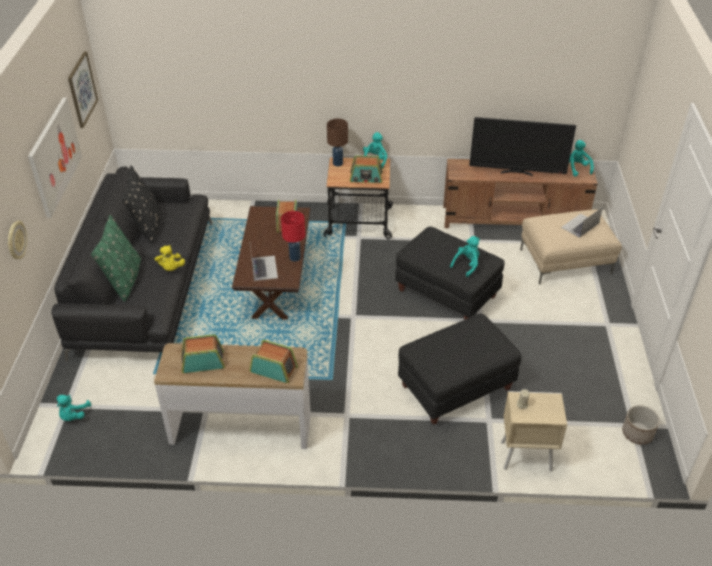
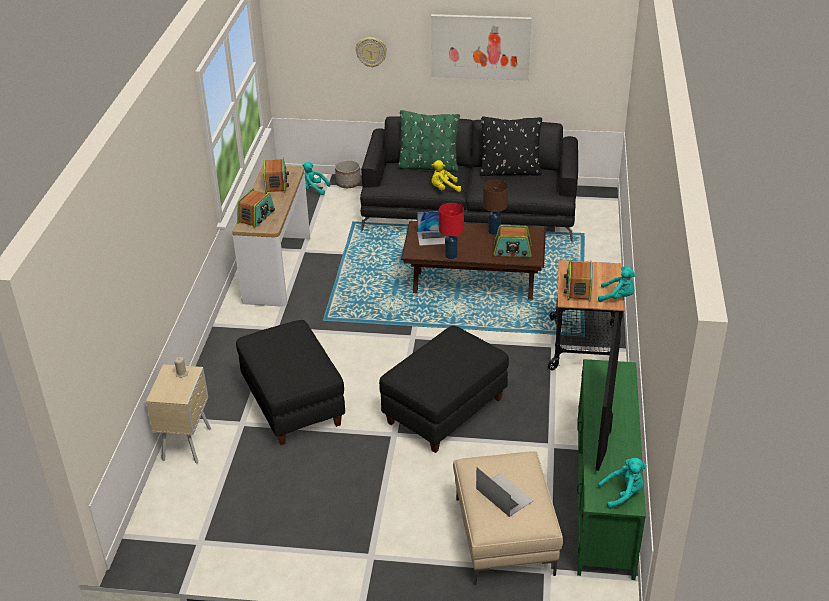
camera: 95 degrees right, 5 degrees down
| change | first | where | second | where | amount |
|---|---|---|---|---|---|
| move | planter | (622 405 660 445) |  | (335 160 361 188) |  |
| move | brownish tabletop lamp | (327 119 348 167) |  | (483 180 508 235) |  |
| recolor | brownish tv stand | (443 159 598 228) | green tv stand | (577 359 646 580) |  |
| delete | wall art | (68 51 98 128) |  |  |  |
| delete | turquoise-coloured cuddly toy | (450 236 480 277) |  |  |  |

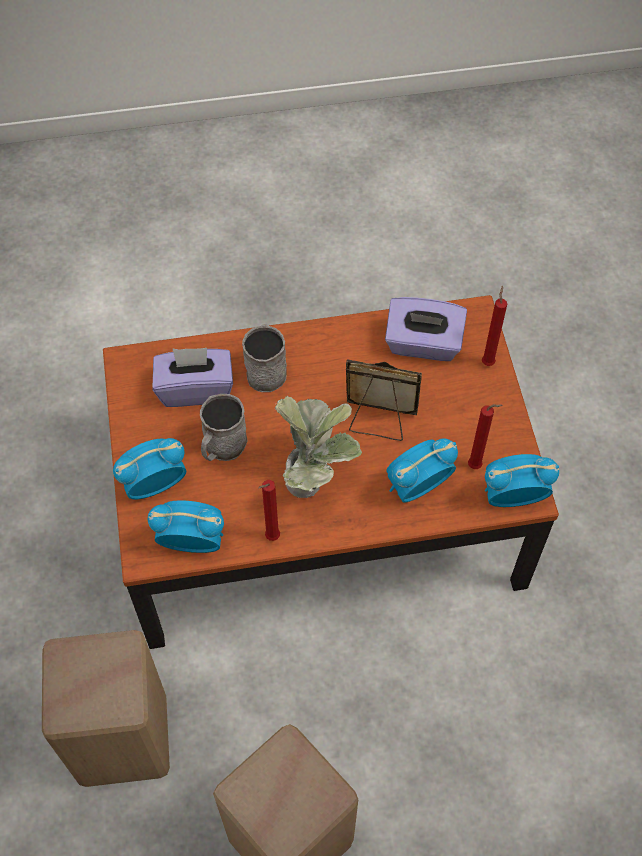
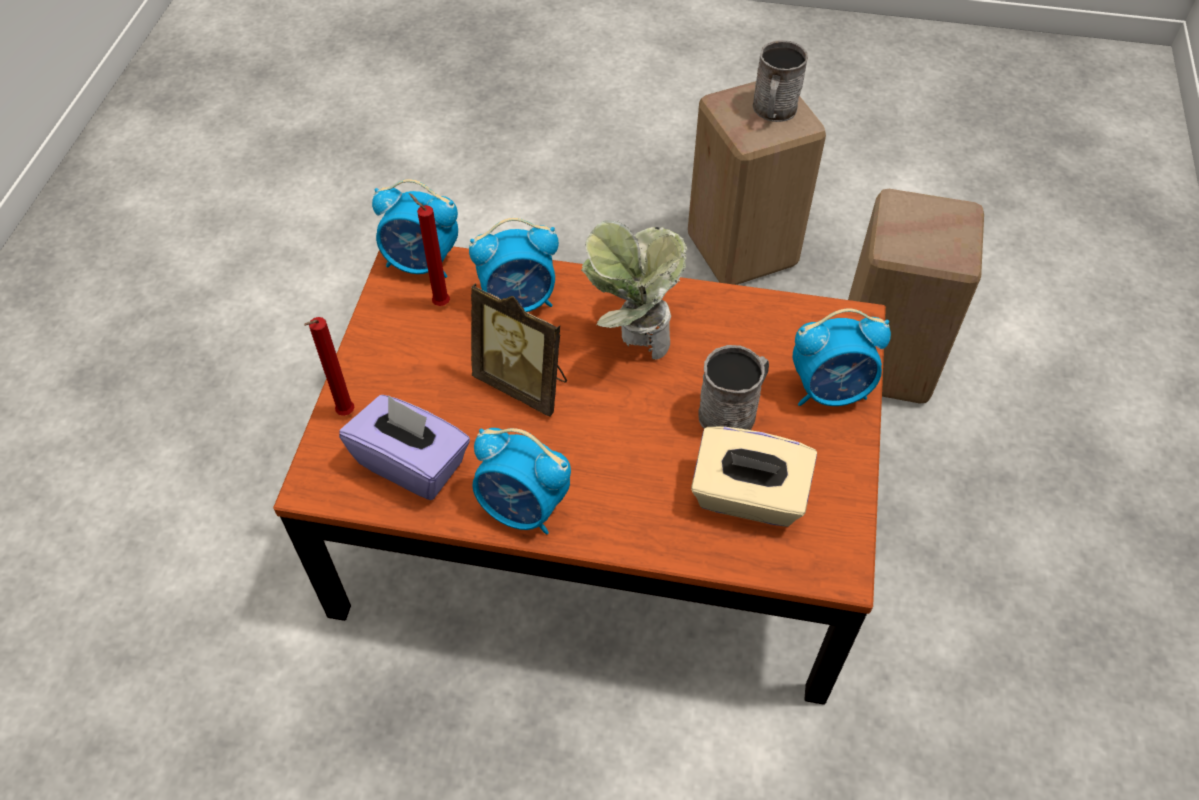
camera: 160 degrees left, 5 degrees down
| change | first | where | second | where | amount |
|---|---|---|---|---|---|
| move | alarm clock | (148 500 224 553) |  | (472 428 571 535) |  |
| recolor | purplish tissue box | (152 348 233 407) | beige tissue box | (691 426 817 527) |  |
| move | gray mug | (242 324 287 392) |  | (752 40 808 122) |  |
| delete | reddish candle | (258 480 280 541) |  |  |  |

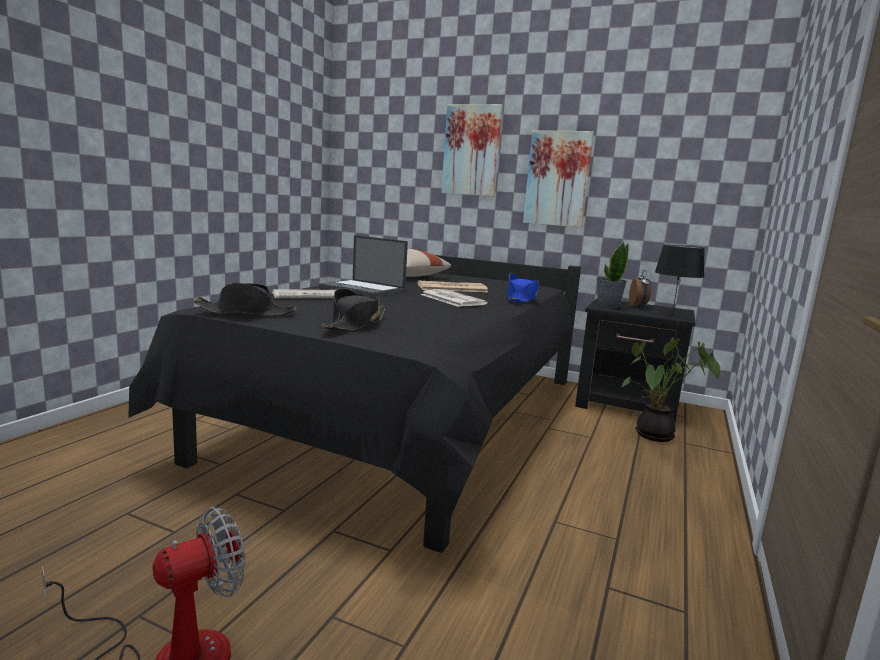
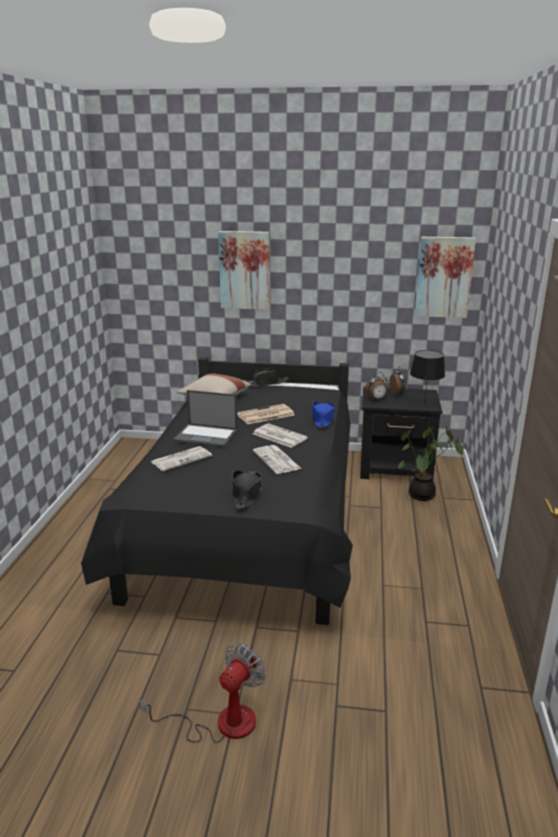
camera: 15 degrees left, 10 degrees up
| change | first | where | second | where | amount |
|---|---|---|---|---|---|
| move | blackish wearable hat | (193 283 296 316) |  | (243 369 289 387) |  |
| insert |  |  | daily paper | (253 445 302 474) |  |
| replace | potted plant | (596 241 629 308) | alarm clock | (365 372 388 401) |  |
| move | wall art | (523 130 594 227) |  | (415 237 476 318) |  |

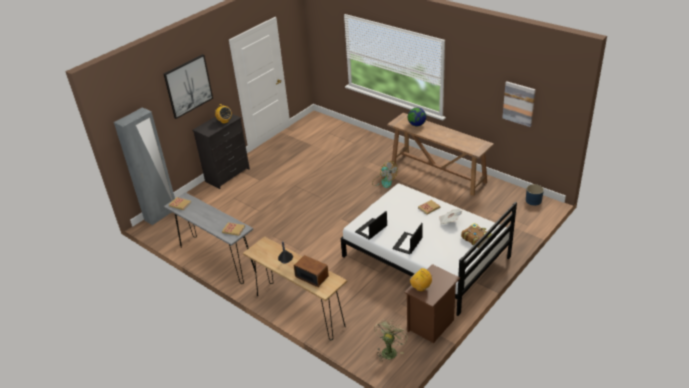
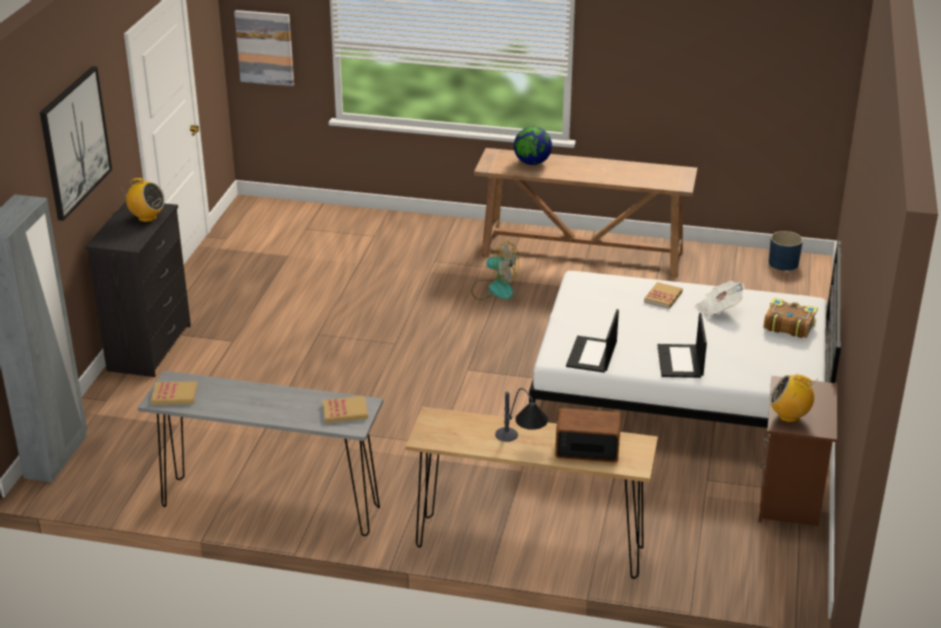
camera: 30 degrees left, 5 degrees down
| change | first | where | second | where | amount |
|---|---|---|---|---|---|
| move | wall art | (502 81 536 127) |  | (234 10 294 86) |  |
| delete | green fan | (374 319 407 359) |  |  |  |

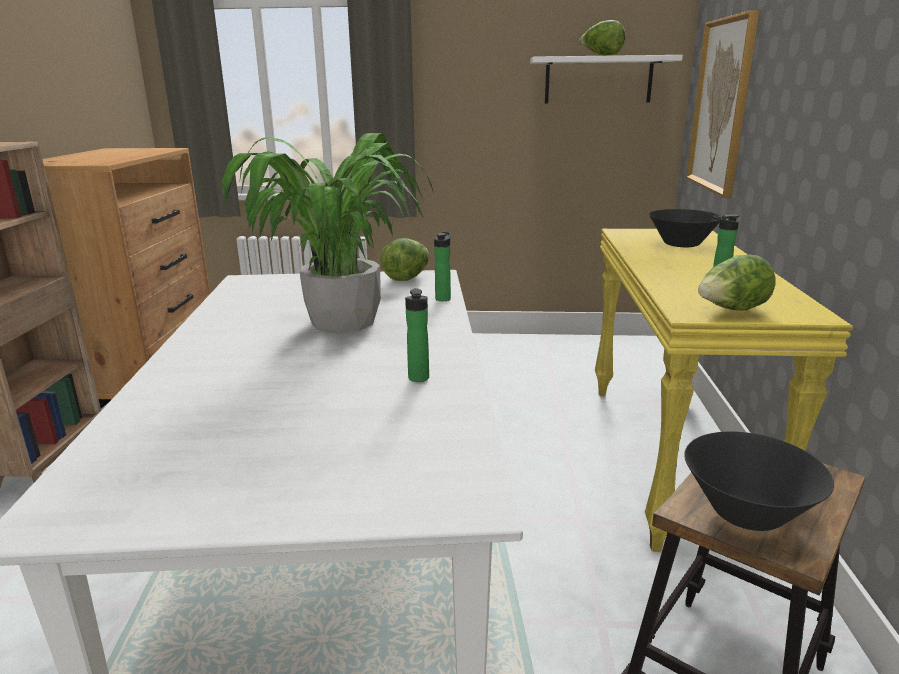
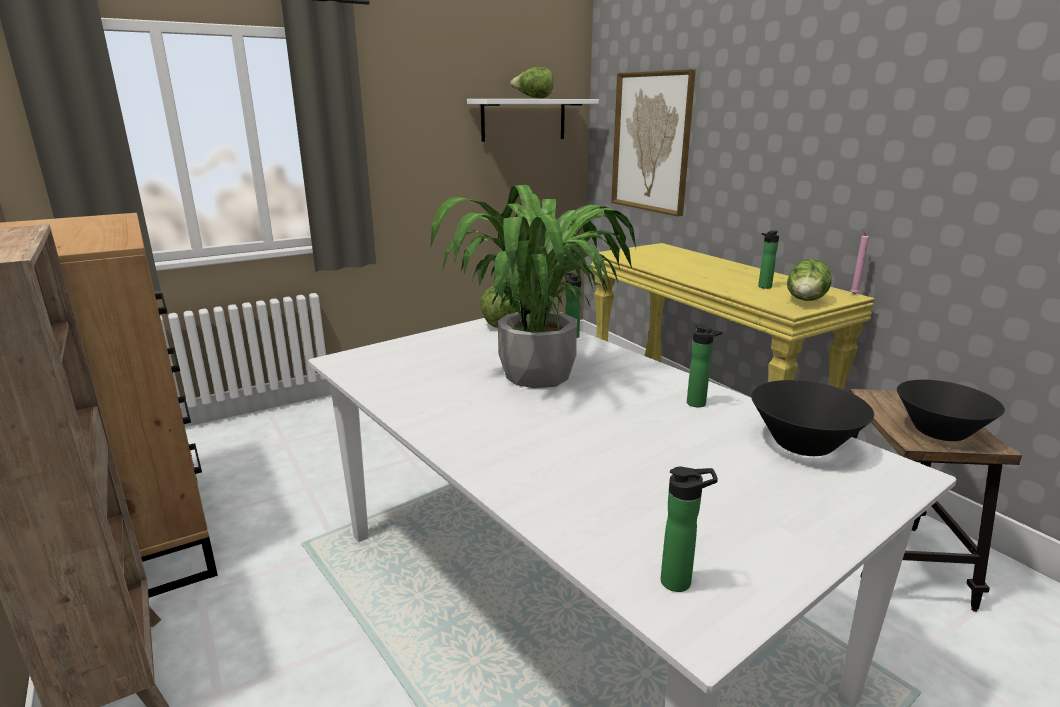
camera: 35 degrees left, 0 degrees up
| change | first | where | second | where | amount |
|---|---|---|---|---|---|
| insert |  |  | bottle | (661 467 718 592) |  |
| move | blackish deep dish | (649 209 722 247) |  | (751 380 874 456) |  |
| insert |  |  | pink candle | (851 229 869 295) |  |

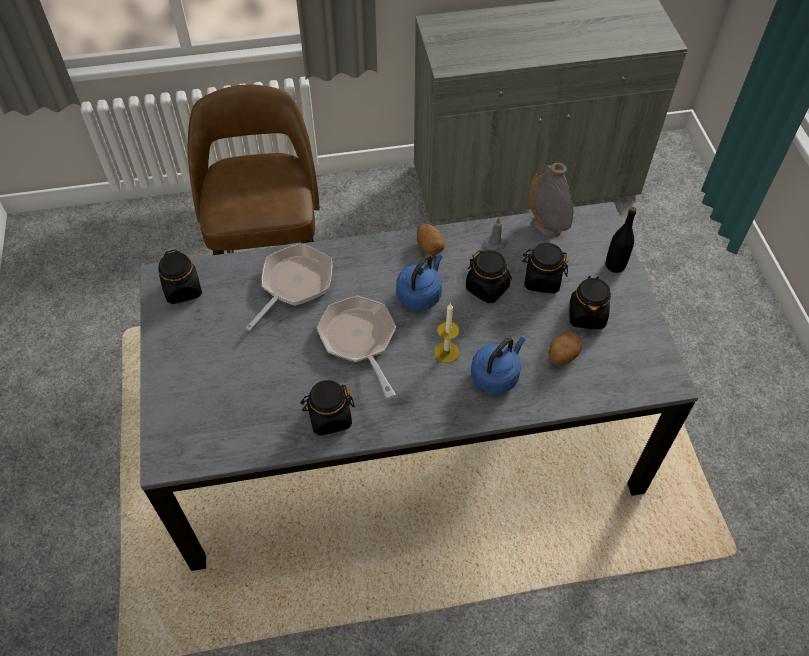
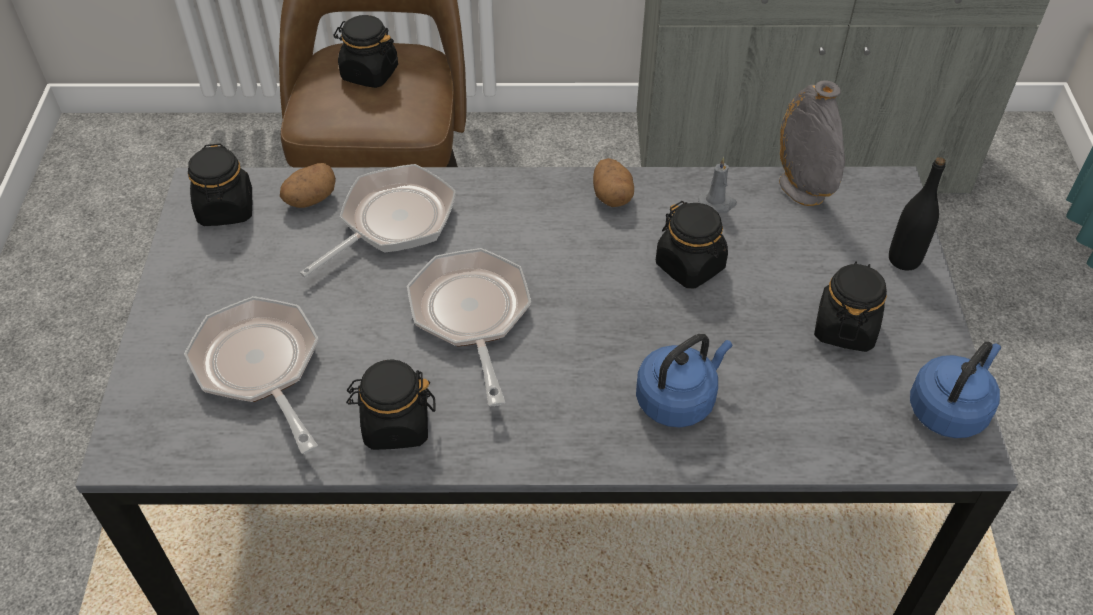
camera: 10 degrees right, 5 degrees down
| change | first | where | second | where | amount |
|---|---|---|---|---|---|
| insert |  |  | pan | (184 296 318 454) |  |
| move | potato | (549 331 582 365) |  | (280 163 336 208) |  |
| move | blackish jar | (522 243 569 294) |  | (333 15 398 88) |  |
| move | blue-coloured water kettle | (396 254 442 310) |  | (910 341 1001 438) |  |
| delete | candle | (434 304 459 363) |  |  |  |

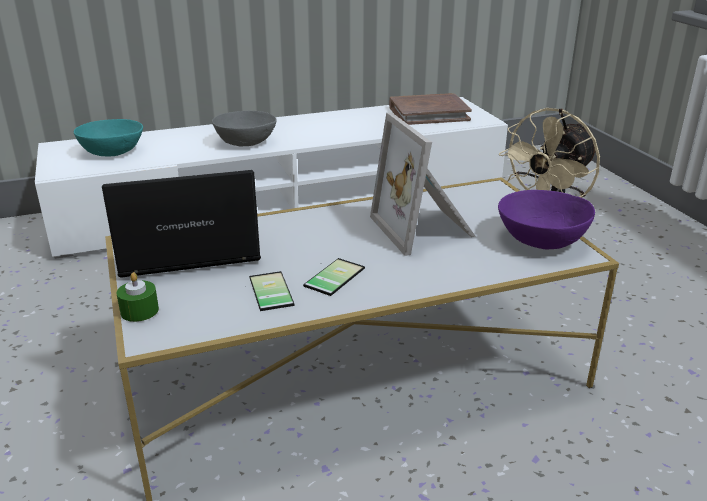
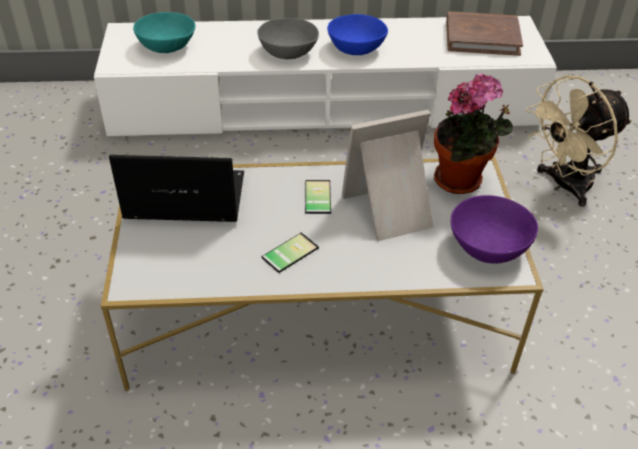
camera: 15 degrees right, 15 degrees up
| change | first | where | second | where | amount |
|---|---|---|---|---|---|
| move | telephone | (245 271 295 311) |  | (305 180 331 214) |  |
| insert |  |  | blue-coloured deep dish | (327 14 388 55) |  |
| rotate | photo frame | (370 112 476 256) |  | (342 110 434 241) | 75 degrees clockwise |
| insert |  |  | potted plant | (434 73 513 194) |  |
| delete | green candle | (117 272 159 322) |  |  |  |

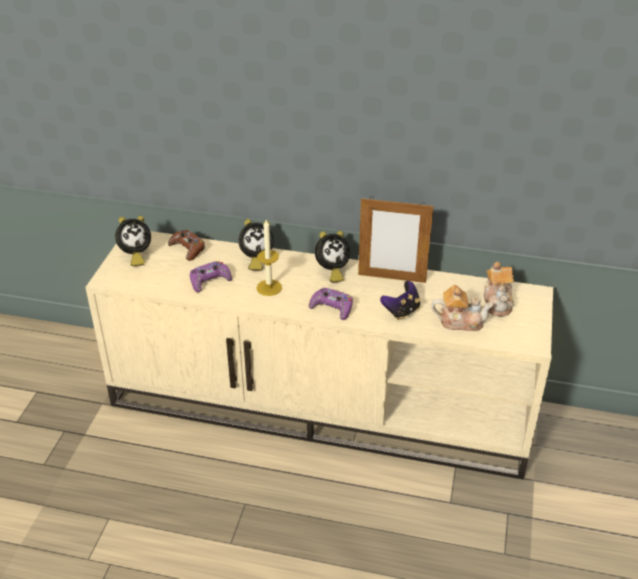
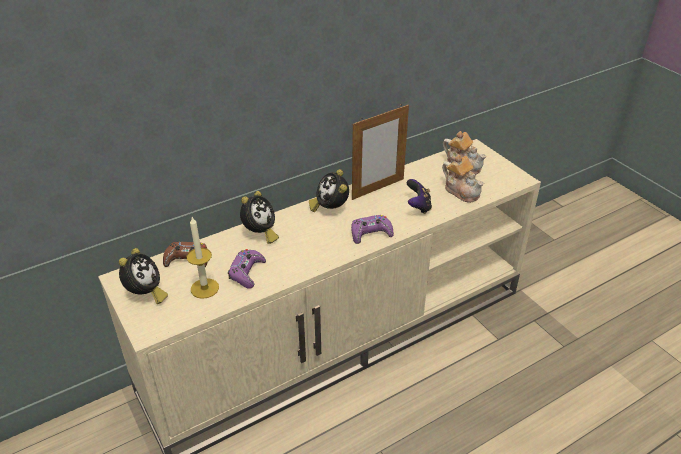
camera: 45 degrees left, 0 degrees up
| change | first | where | second | where | amount |
|---|---|---|---|---|---|
| move | candle | (256 220 282 296) |  | (187 217 219 299) |  |
| rotate | alarm clock | (315 231 350 282) |  | (309 169 349 212) | 150 degrees clockwise |
| rotate | tea pot | (431 285 494 331) |  | (442 155 484 203) | 90 degrees clockwise |

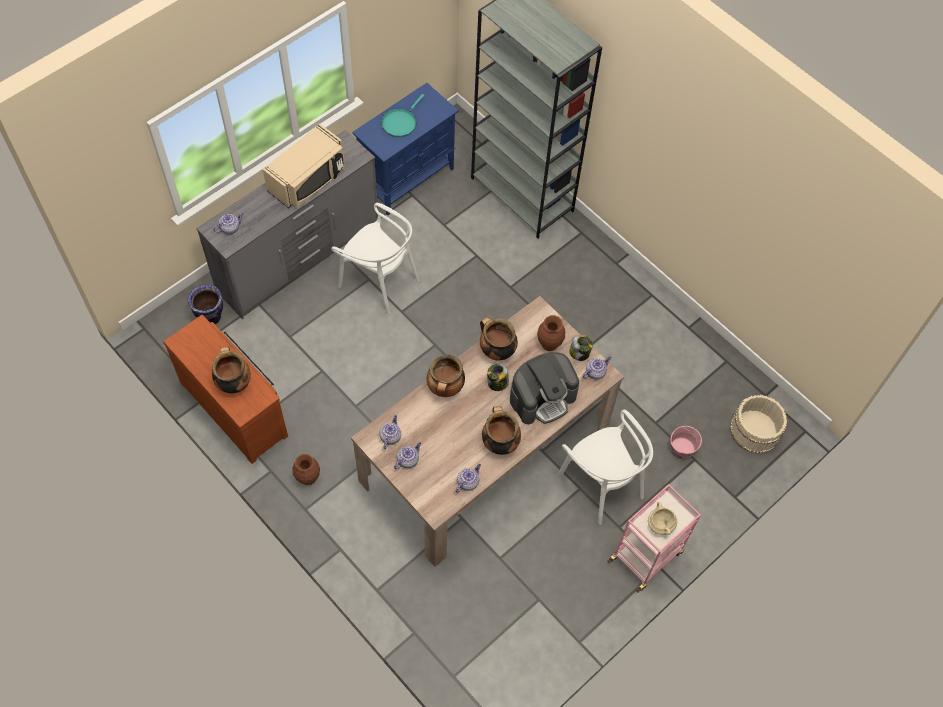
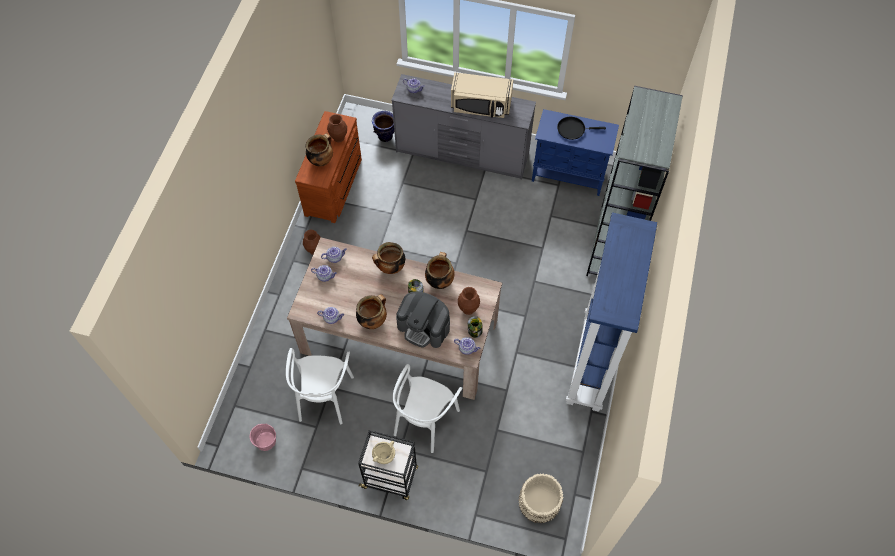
camera: 60 degrees right, 0 degrees up
| change | first | where | second | where | amount |
|---|---|---|---|---|---|
| move | pink water bucket | (670 426 702 460) |  | (250 424 276 451) |  |
| move | whitish plain chair | (331 203 420 314) |  | (286 348 354 424) |  |
| insert |  |  | brownish flower vase | (327 114 347 142) |  |
| recolor | pink cart | (607 484 701 593) | blackish cart | (358 430 418 500) |  |
| recolor | turquoise-coloured pan | (381 94 425 137) | blackish pan | (557 117 606 140) |  |
| insert |  |  | blue-coloured bookshelf | (565 212 657 412) |  |

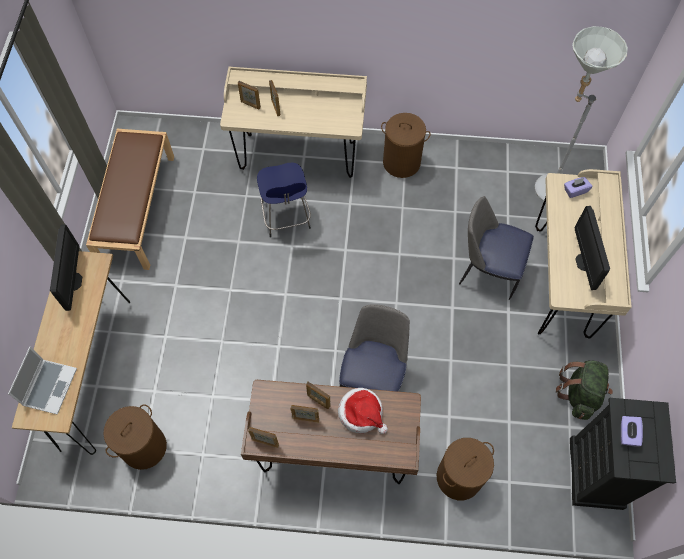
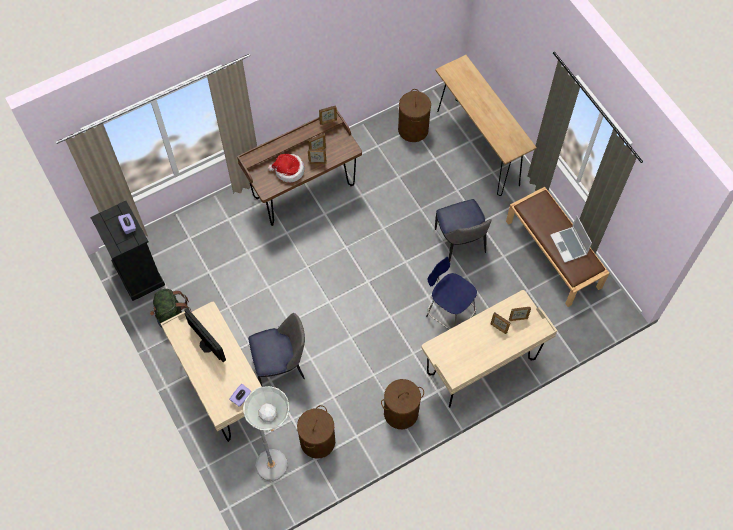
camera: 145 degrees right, 0 degrees up
| change | first | where | second | where | amount |
|---|---|---|---|---|---|
| move | brownish hamper | (437 438 494 500) |  | (297 405 335 459) |  |
| move | plain chair | (339 304 410 392) |  | (435 199 492 262) |  |
| move | laptop | (8 347 77 415) |  | (550 215 592 263) |  |
| delete | computer display | (50 225 82 311) |  |  |  |

